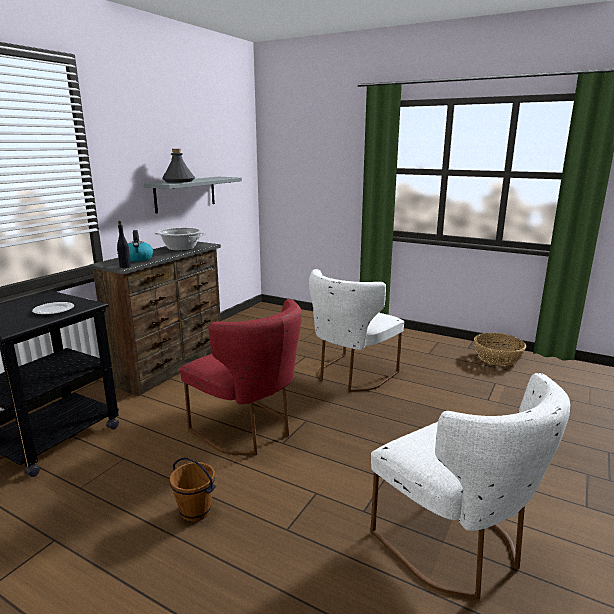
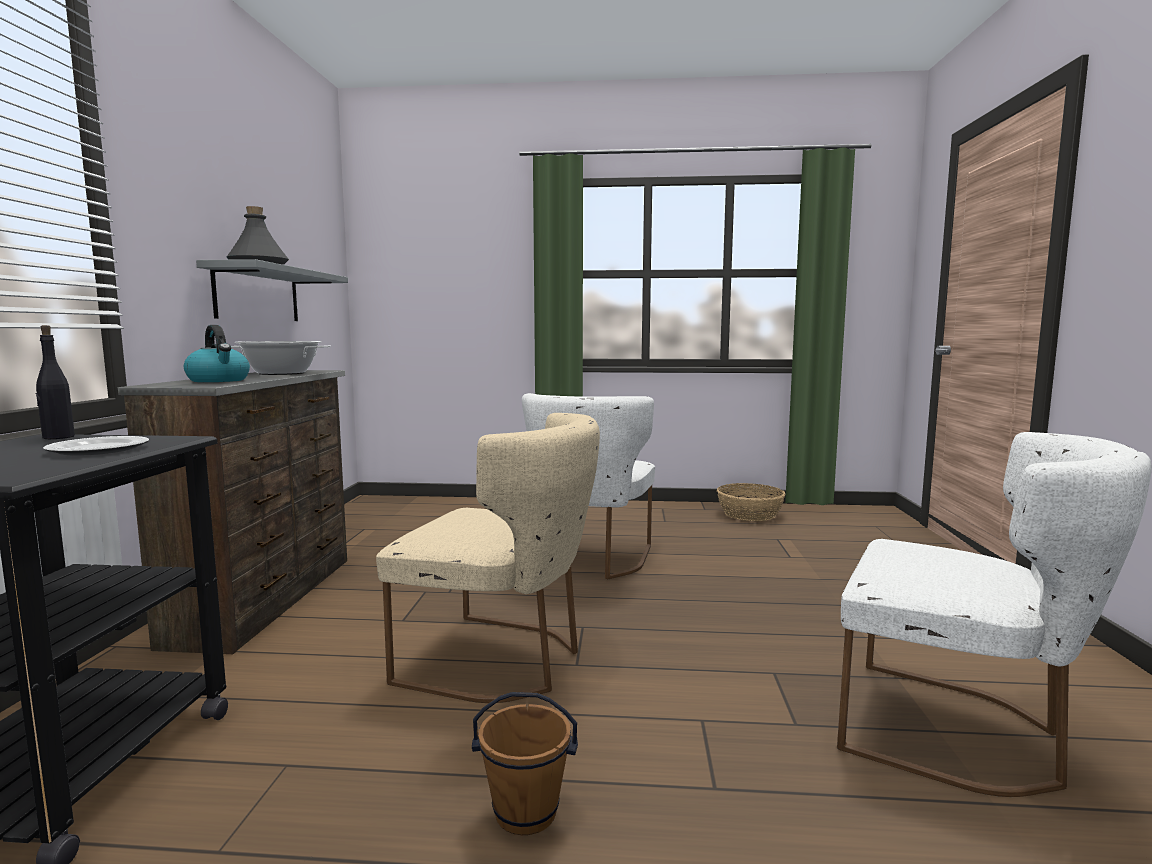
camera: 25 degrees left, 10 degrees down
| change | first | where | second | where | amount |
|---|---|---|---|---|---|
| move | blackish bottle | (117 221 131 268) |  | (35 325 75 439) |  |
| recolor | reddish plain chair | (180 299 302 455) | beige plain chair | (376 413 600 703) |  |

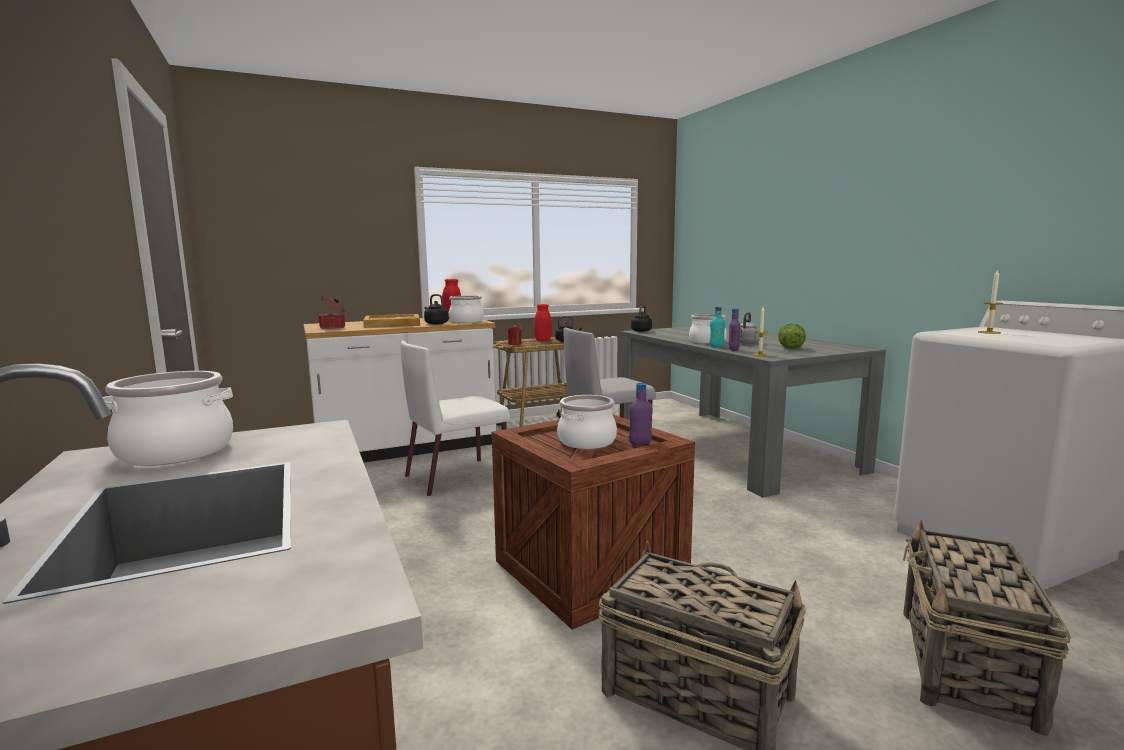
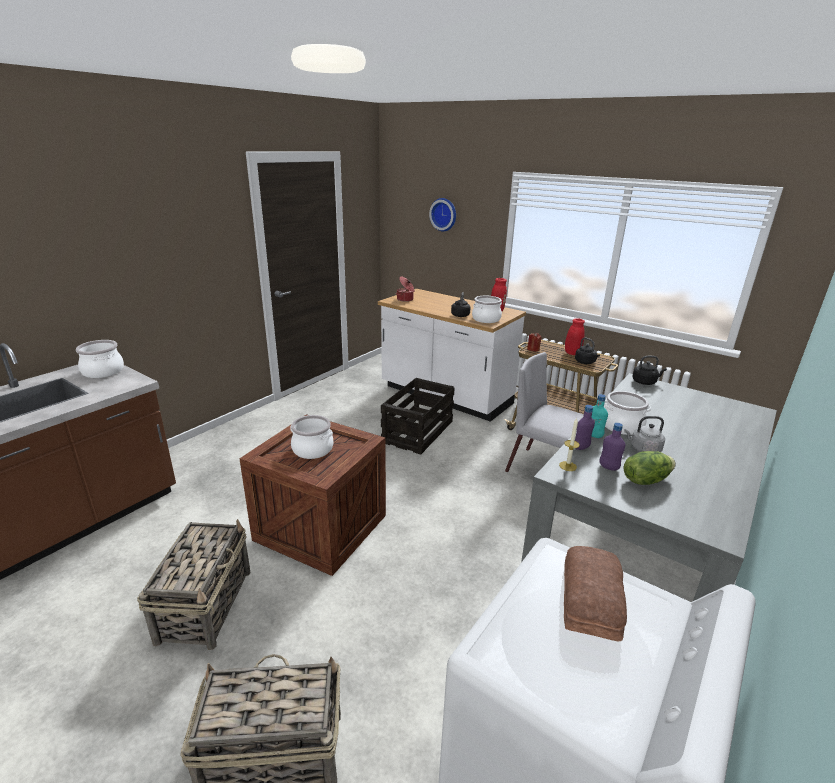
camera: 60 degrees right, 15 degrees up
| change | first | where | second | where | amount |
|---|---|---|---|---|---|
| replace | whitish plain chair | (400 341 510 497) | crate | (381 378 454 455) |  |
| insert |  |  | clock on the wall | (429 198 456 231) |  |
| replace | candle | (978 269 1003 334) | baked bread | (564 546 627 641) |  |
| move | purplish bottle | (629 383 653 446) |  | (599 423 625 471) |  |
| delete | beige carrying tray | (363 314 420 328) |  |  |  |

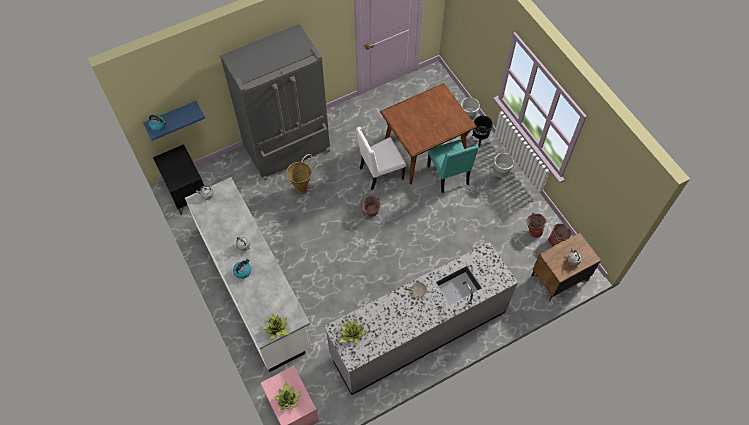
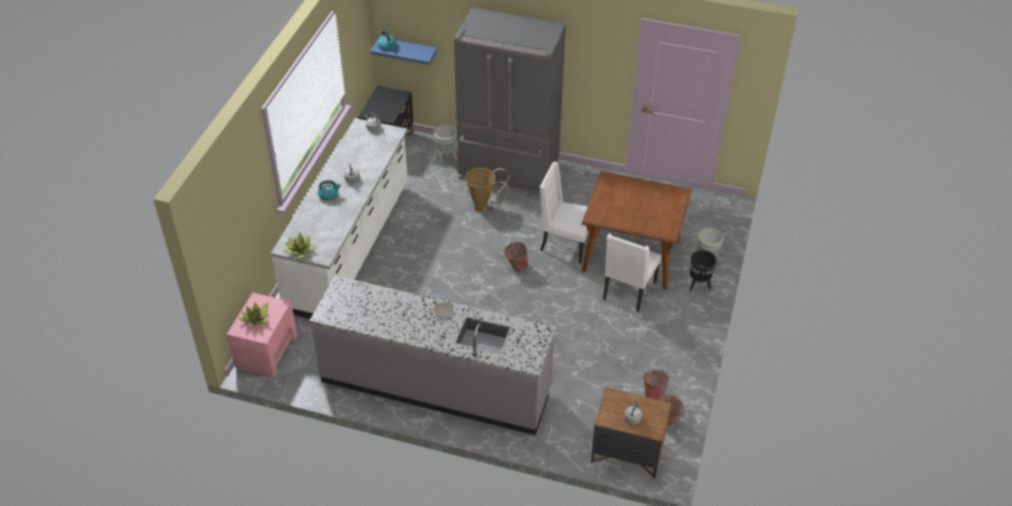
camera: 45 degrees right, 15 degrees down
| change | first | where | second | where | amount |
|---|---|---|---|---|---|
| move | gray planter | (491 153 514 185) |  | (434 125 457 164) |  |
| recolor | turquoise-coloured plain chair | (427 140 479 193) | whitish plain chair | (603 234 662 312) |  |
| delete | potted plant | (339 319 367 344) |  |  |  |

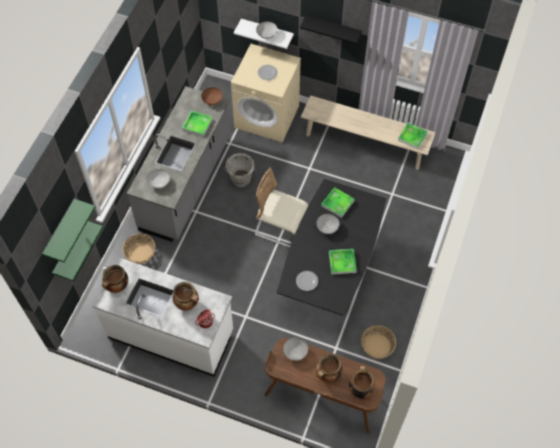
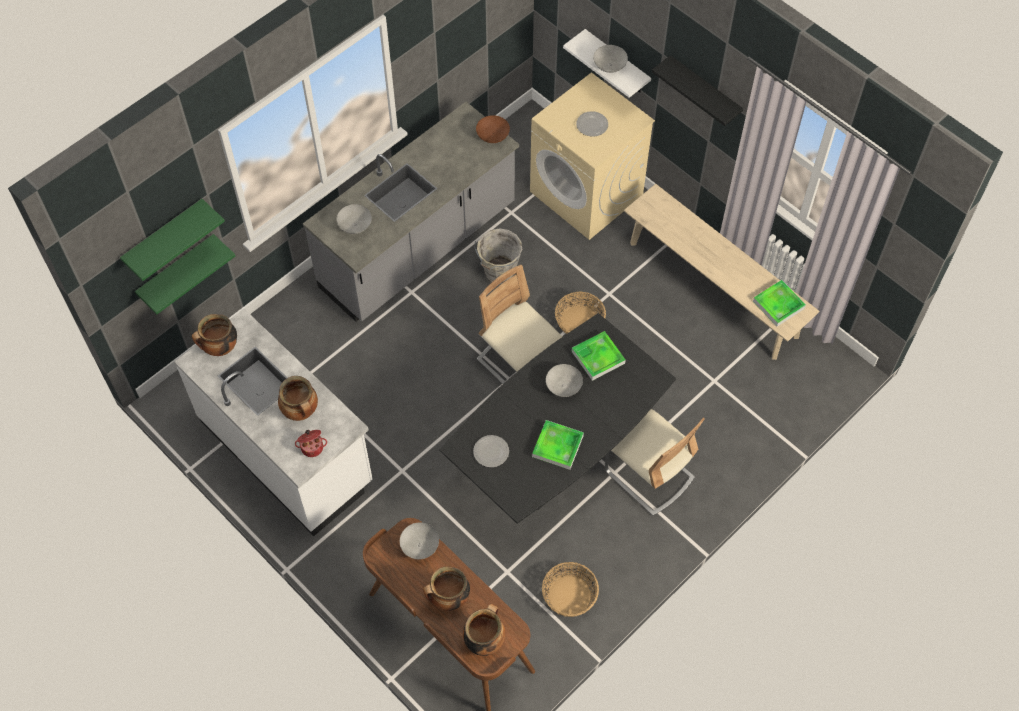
camera: 25 degrees right, 0 degrees up
| change | first | where | second | where | amount |
|---|---|---|---|---|---|
| move | basket | (122 234 155 264) |  | (555 291 606 334) |  |
| insert |  |  | beige plain chair | (605 409 705 516) |  |
| delete | carrying tray | (182 111 213 137) |  |  |  |

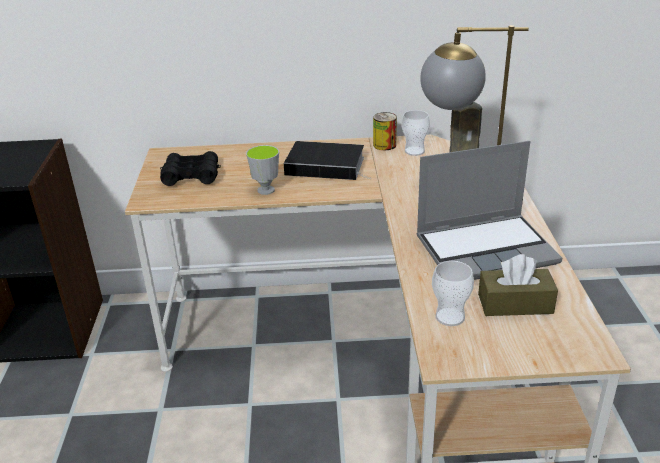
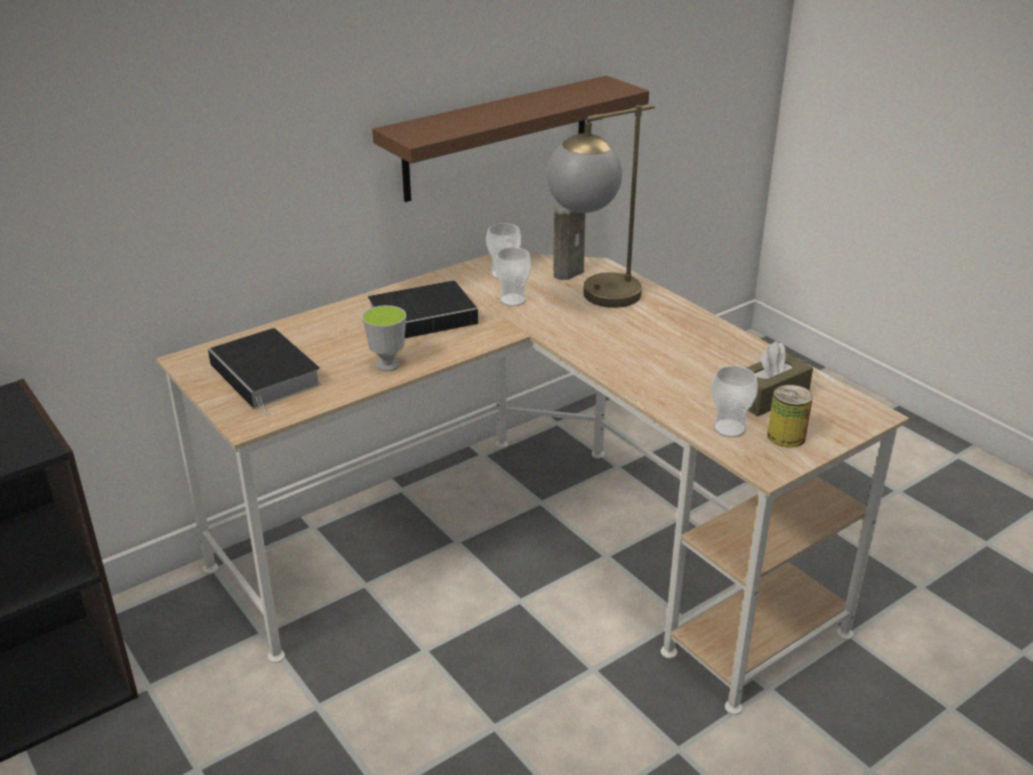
camera: 35 degrees left, 0 degrees up
| change | first | where | second | where | amount |
|---|---|---|---|---|---|
| replace | blackish pair of binoculars | (160 151 221 186) | book | (208 328 322 416) |  |
| insert |  |  | brownish shelf | (372 76 649 202) |  |
| insert |  |  | cup | (495 247 531 307) |  |
| move | can | (373 112 397 150) |  | (767 384 813 448) |  |
| delete | laptop | (416 141 562 280) |  |  |  |

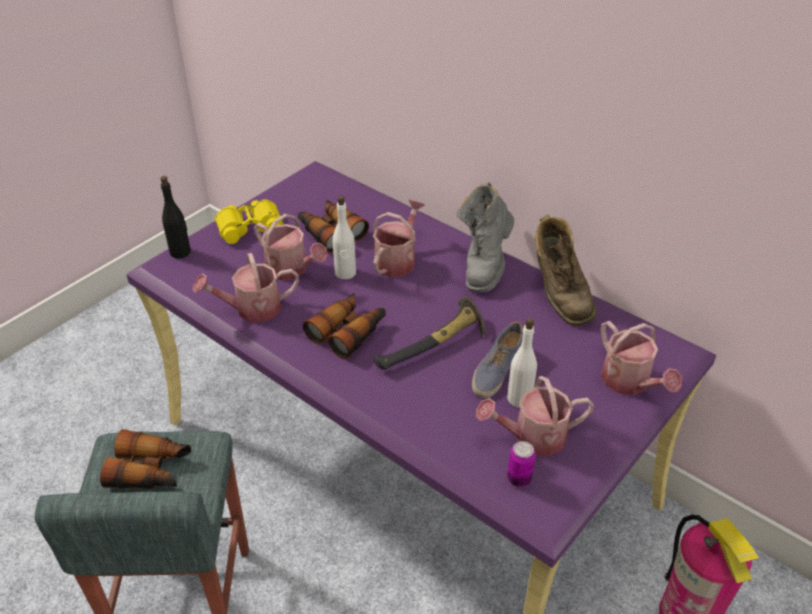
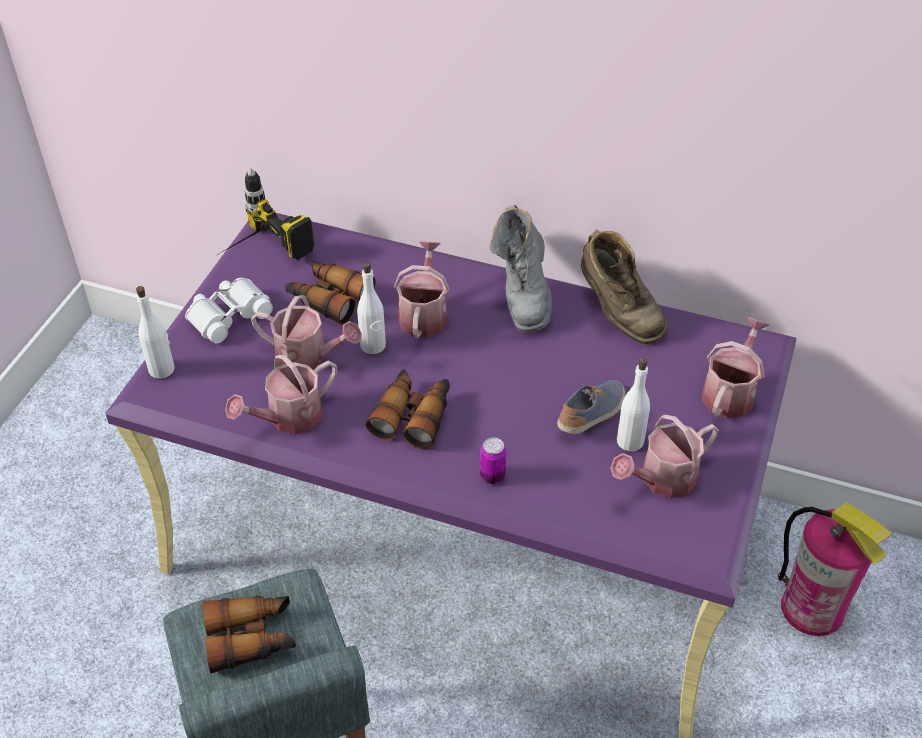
camera: 20 degrees left, 5 degrees up
| change | first | where | second | where | amount |
|---|---|---|---|---|---|
| recolor | blackish bottle | (160 176 191 259) | whitish bottle | (136 286 175 379) |  |
| recolor | yellowish pair of binoculars | (215 199 283 244) | whitish pair of binoculars | (185 278 273 343) |  |
| insert |  |  | power drill | (217 168 314 260) |  |
| move | can | (507 441 536 487) |  | (480 437 506 484) |  |
| rotate | item of footwear | (472 321 523 398) |  | (557 380 625 434) | 150 degrees counterclockwise |
| rotate | watering pot | (601 321 682 395) |  | (702 317 769 418) | 105 degrees counterclockwise |
| delete | tool hammer | (373 295 486 370) |  |  |  |

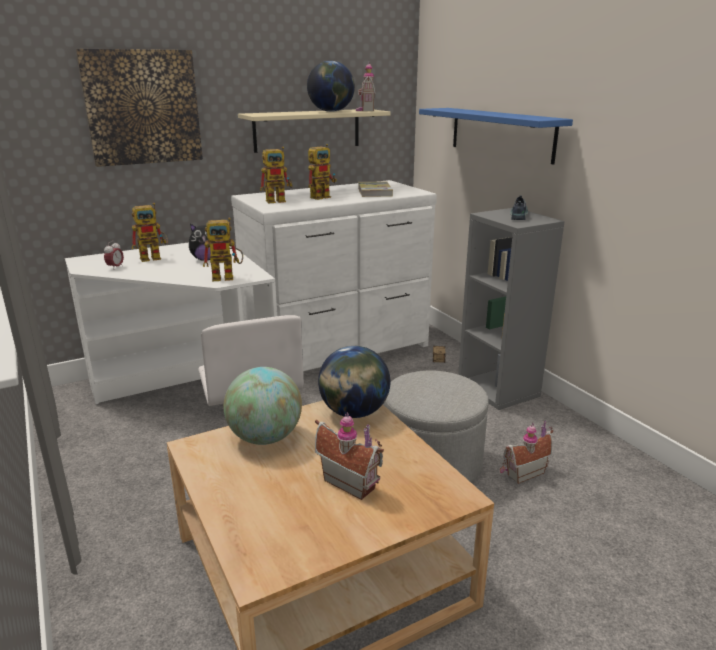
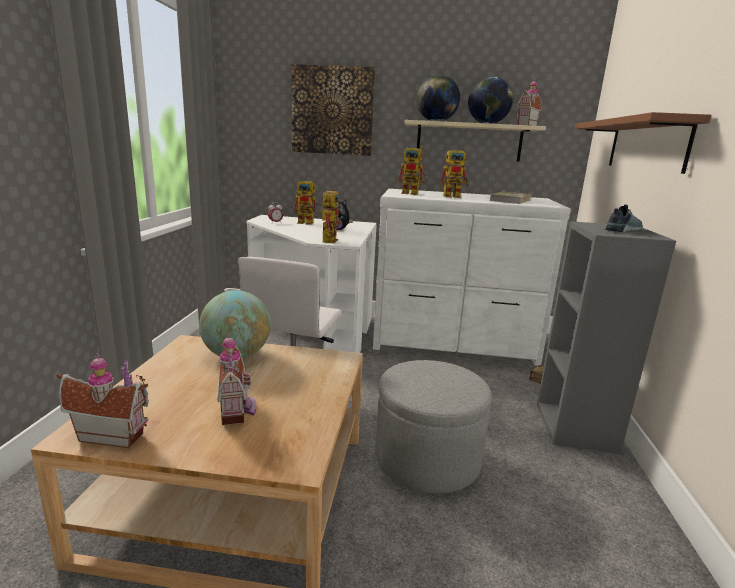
camera: 35 degrees right, 5 degrees down
| change | first | where | second | where | amount |
|---|---|---|---|---|---|
| move | model house | (500 421 553 484) |  | (57 353 149 448) |  |
| rotate | toy robot | (203 218 243 281) |  | (320 188 343 243) | 105 degrees counterclockwise |
| move | globe | (318 346 390 418) |  | (416 75 460 121) |  |
| recolor | blue-coloured shelf | (419 108 573 164) | brownish shelf | (574 112 711 174) |  |

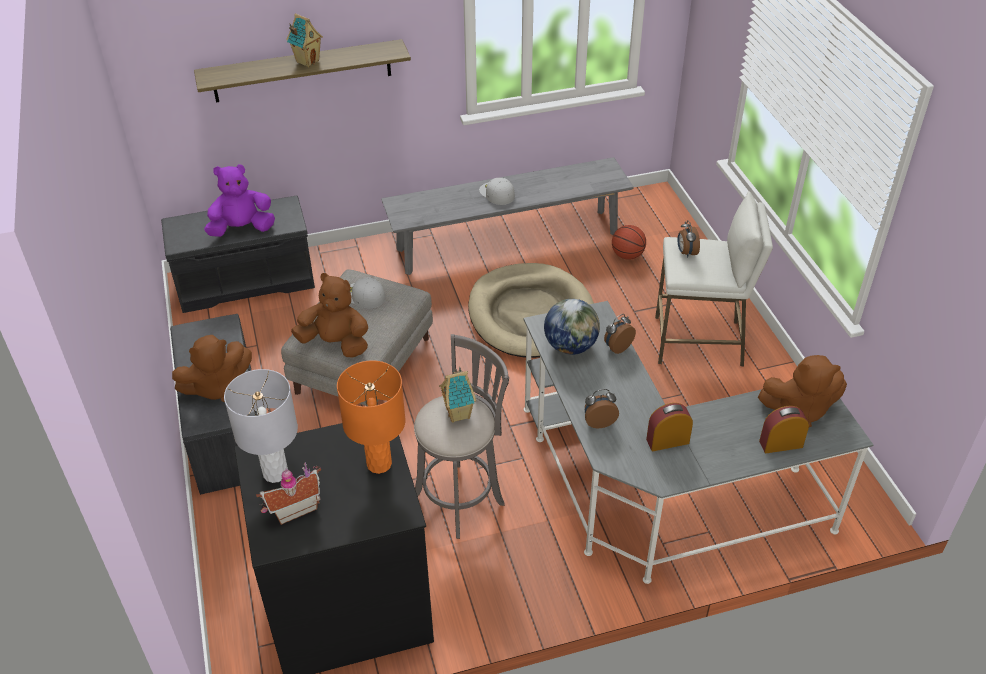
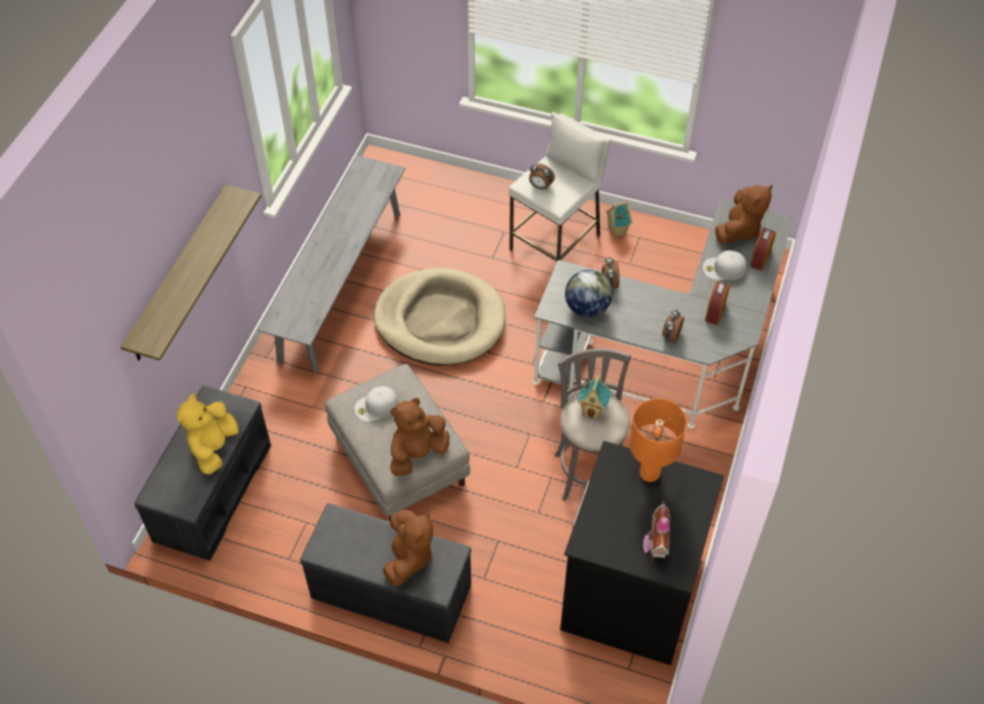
camera: 55 degrees left, 10 degrees up
| change | first | where | second | where | amount |
|---|---|---|---|---|---|
| recolor | purplish cuddly toy | (204 164 275 237) | yellowish cuddly toy | (176 394 239 475) |  |
| move | model house | (286 13 323 67) |  | (606 202 632 237) |  |
| move | whitish peaked cap | (479 178 515 205) |  | (703 250 747 280) |  |
| delete | gray tabletop lamp | (224 369 298 483) |  |  |  |
| delete | basketball | (612 225 646 260) |  |  |  |

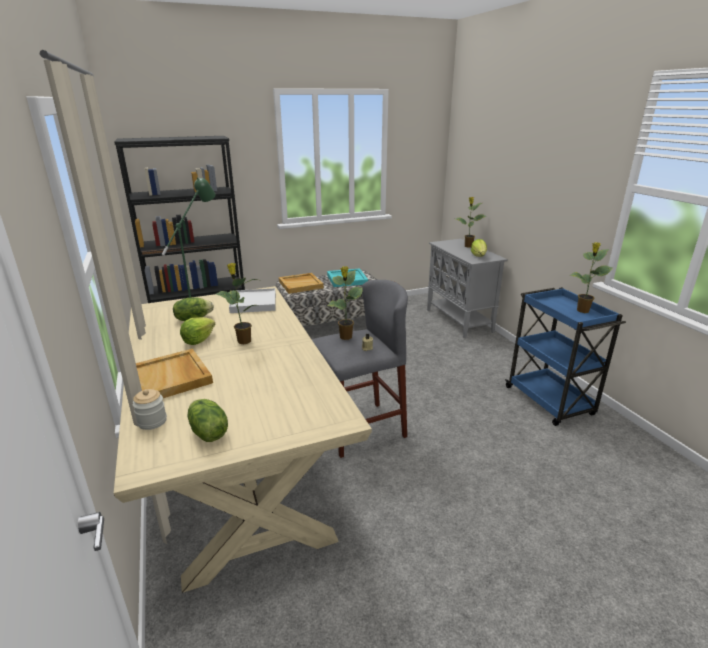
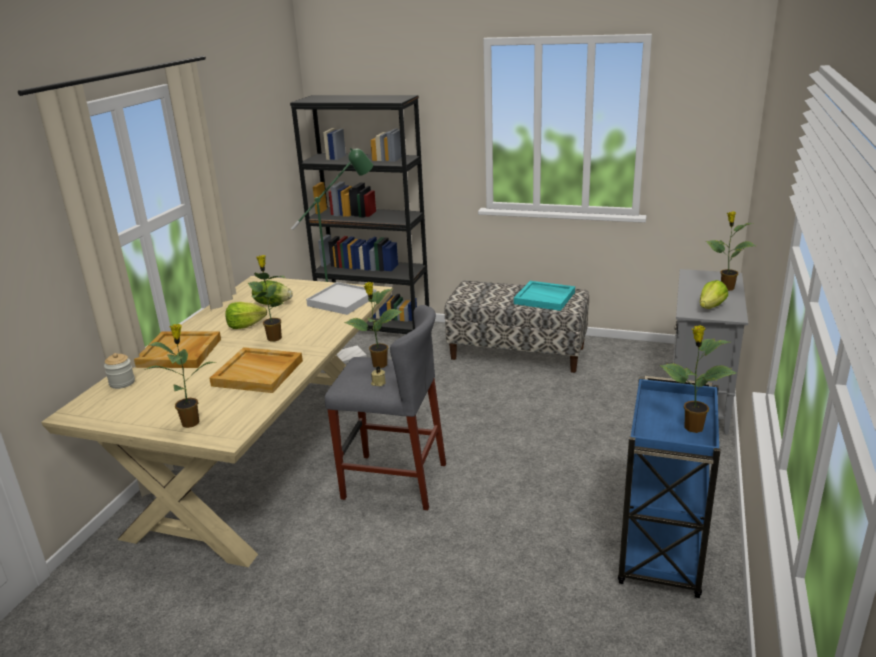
camera: 40 degrees right, 0 degrees up
| change | first | where | second | where | amount |
|---|---|---|---|---|---|
| insert |  |  | potted plant | (144 324 216 428) |  |
| move | beige carrying tray | (279 273 324 294) |  | (209 347 303 393) |  |
| delete | lettuce | (188 399 228 442) |  |  |  |

